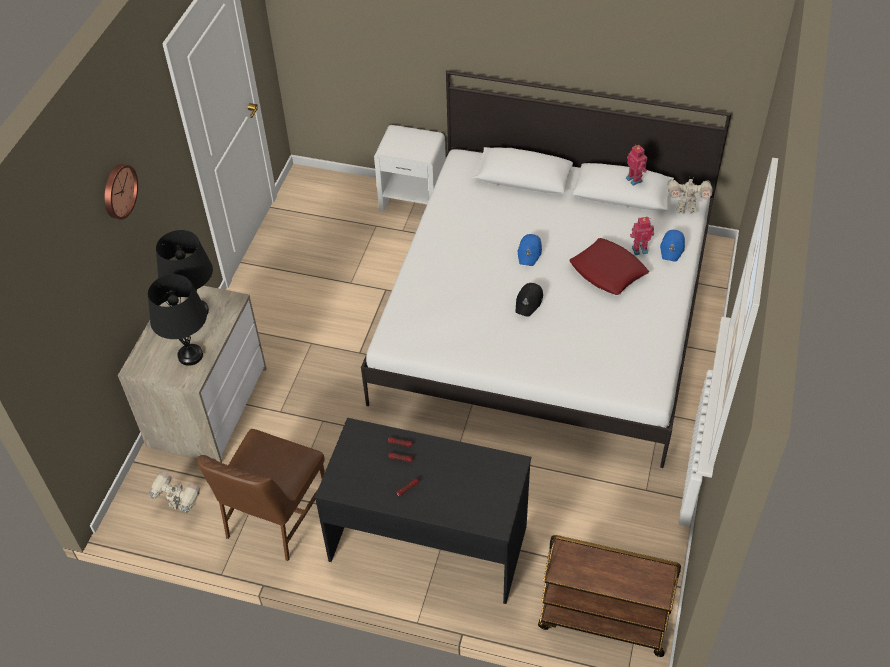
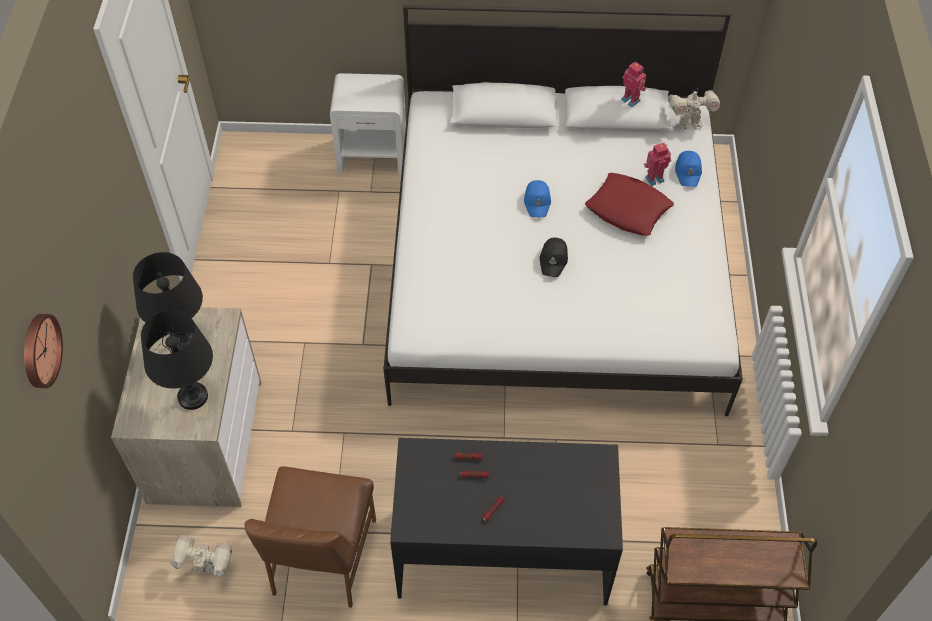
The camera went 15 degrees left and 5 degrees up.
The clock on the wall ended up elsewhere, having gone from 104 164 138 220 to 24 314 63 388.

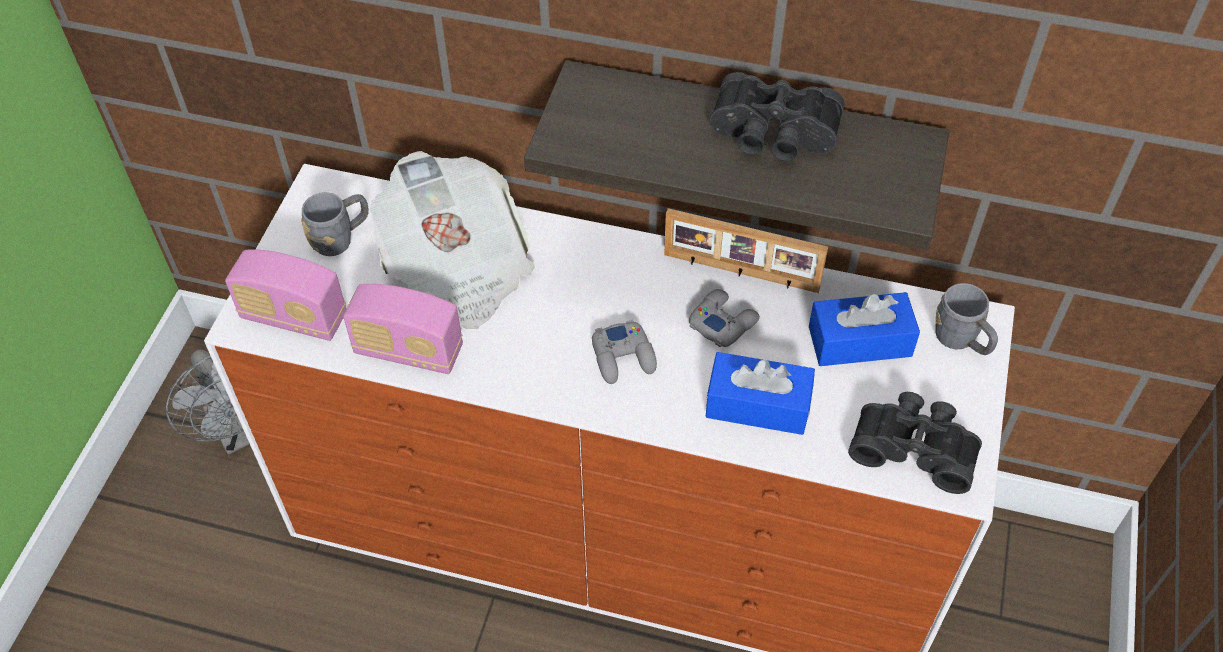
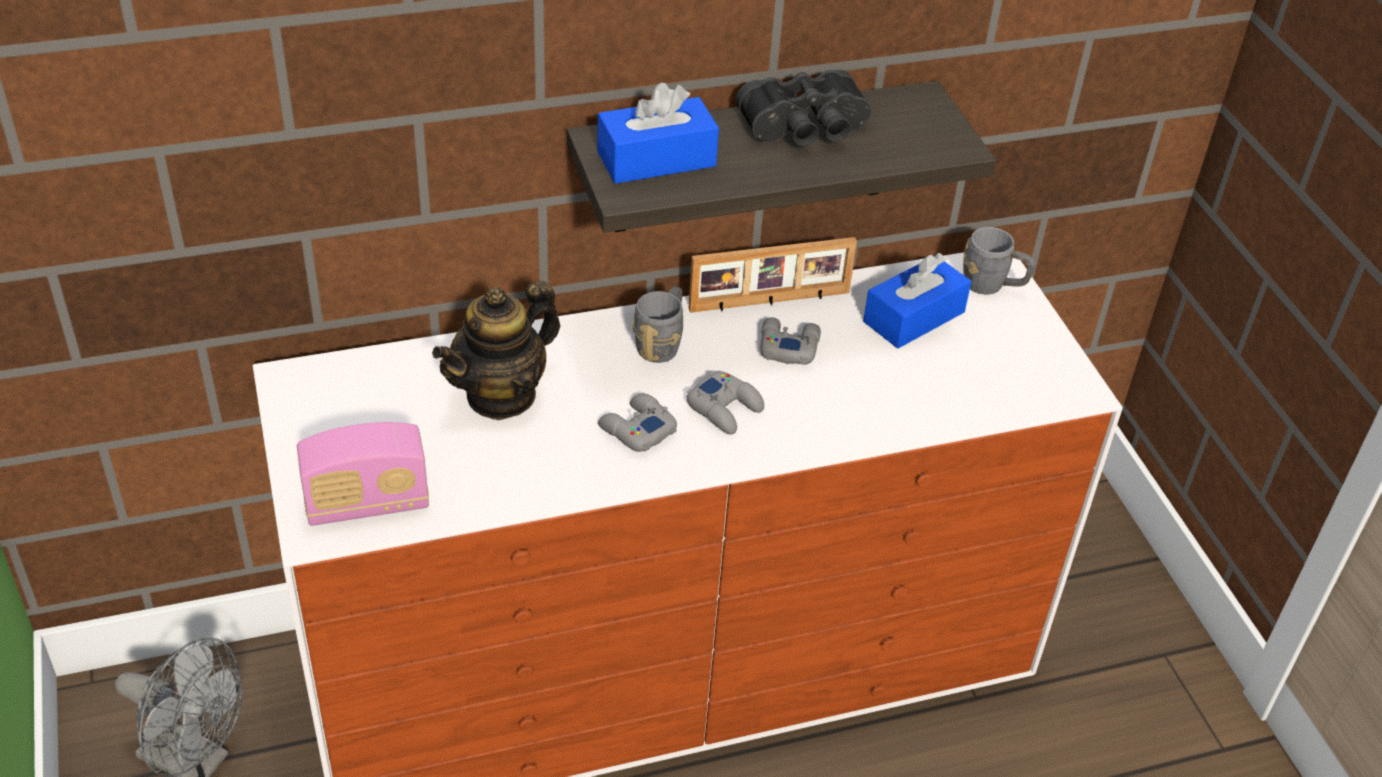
The camera went 35 degrees left and 10 degrees down.
The grey coffee mug ended up elsewhere, having gone from 301 192 369 256 to 632 286 683 363.
The second view lost the radio set at 343 284 463 374.
Where the printed paper stood at 370 151 535 329, the tea pot came to stand at 432 281 560 420.
The blue-coloured tissue holder ended up elsewhere, having gone from 706 352 815 435 to 597 82 719 184.
The second view lost the black-coloured pair of binoculars at 848 392 982 494.
The second view gained the grey gamepad at 598 394 677 452.

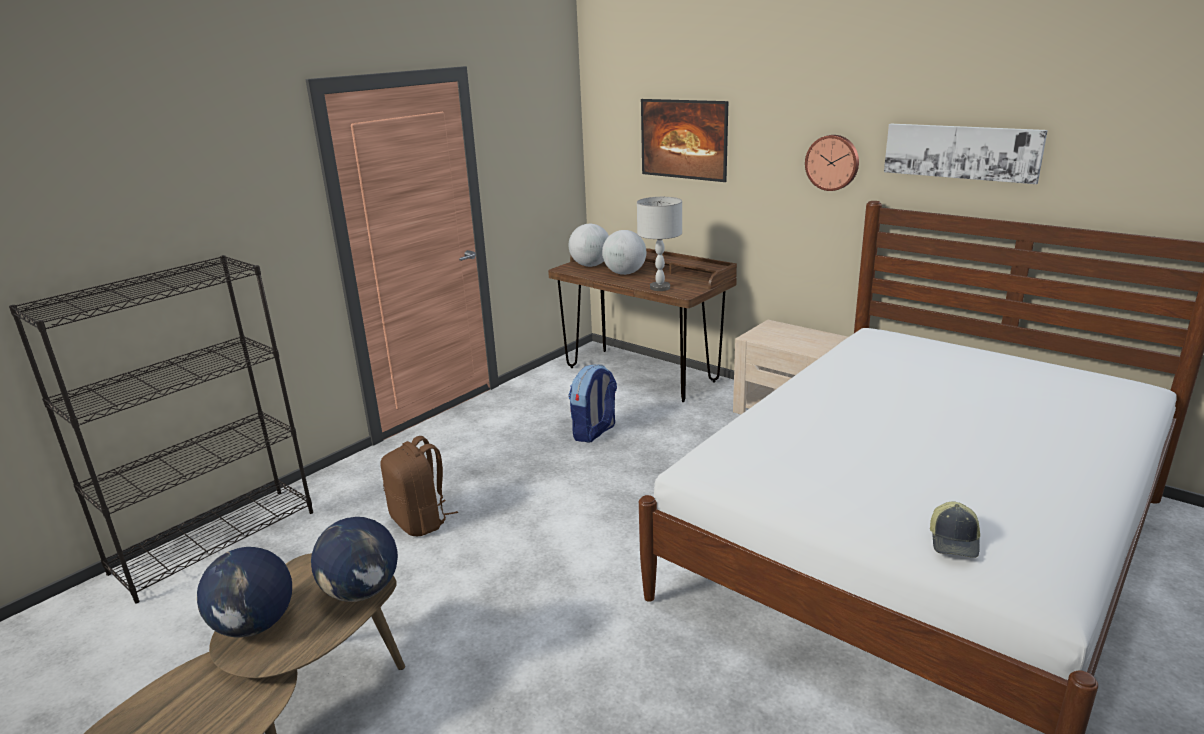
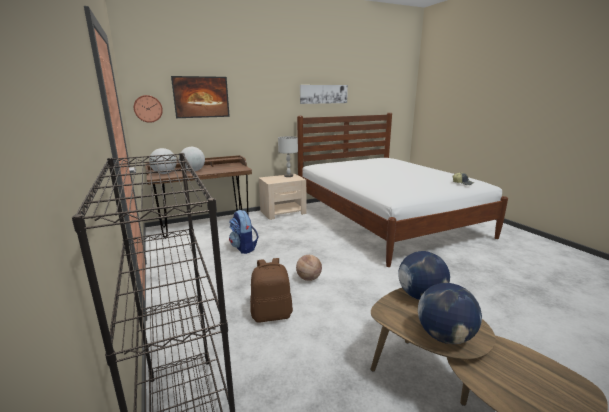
The camera went 65 degrees left and 5 degrees down.
The grey lamp for a table ended up elsewhere, having gone from 637 197 682 291 to 278 136 298 177.
The clock on the wall ended up elsewhere, having gone from 805 135 859 191 to 134 95 163 123.
The second view gained the ball for basketball at 296 255 322 281.

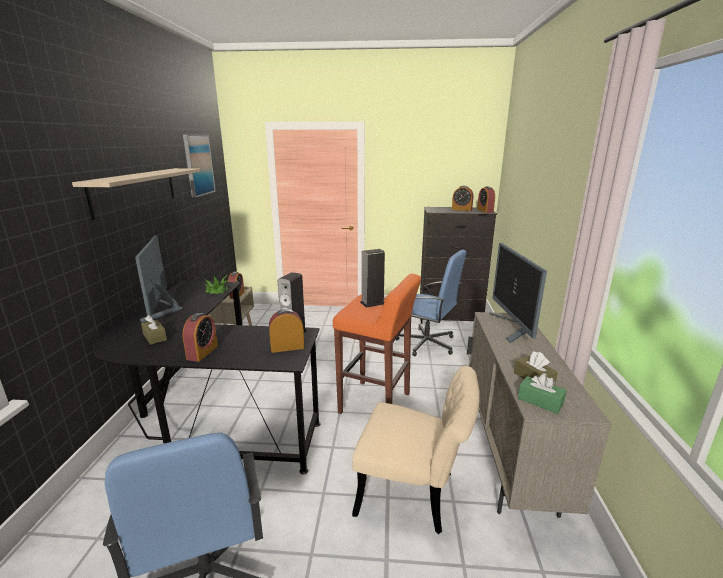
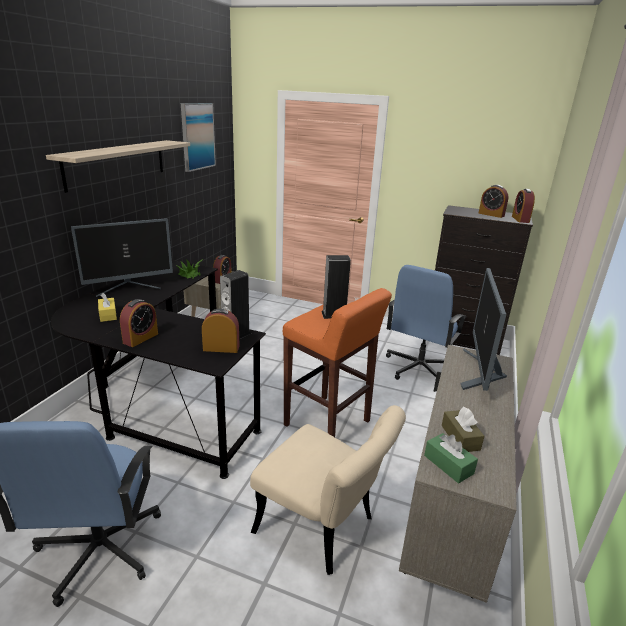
The camera went 15 degrees right and 5 degrees up.
The computer screen at 135 235 183 323 ended up facing another way, 120 degrees counterclockwise from before.
What was the brown-coloured tissue holder at 141 315 167 345 turned into the yellowish tissue holder at 98 293 117 322.
The blue-coloured computer chair at 396 250 466 356 ended up facing another way, 75 degrees clockwise from before.

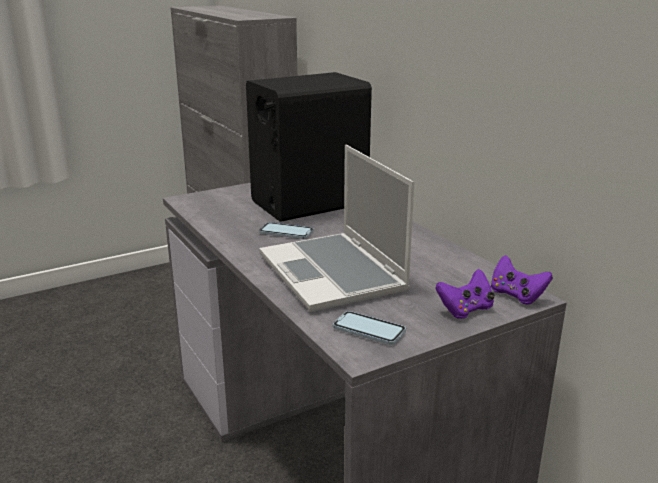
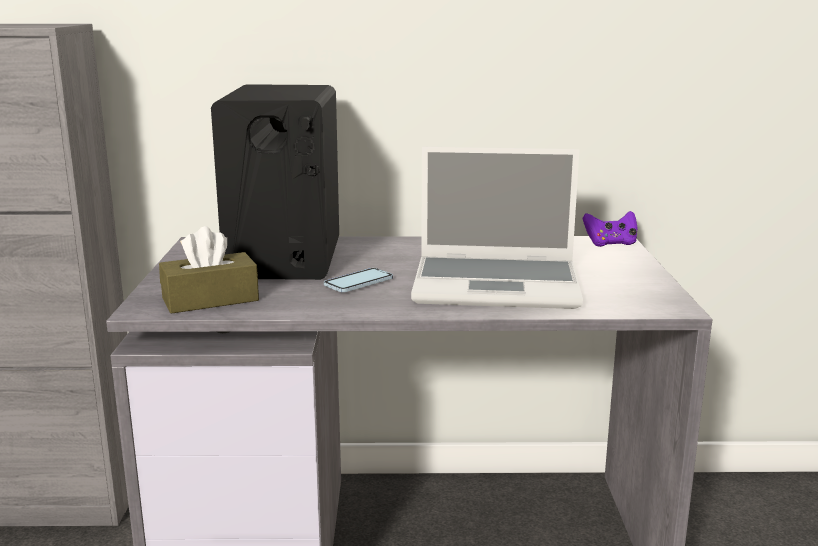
The camera went 60 degrees left and 5 degrees down.
The second view lost the phone at 333 311 406 345.
The second view lost the purplish gamepad at 435 269 494 319.
The second view gained the brown-coloured tissue holder at 159 226 259 314.

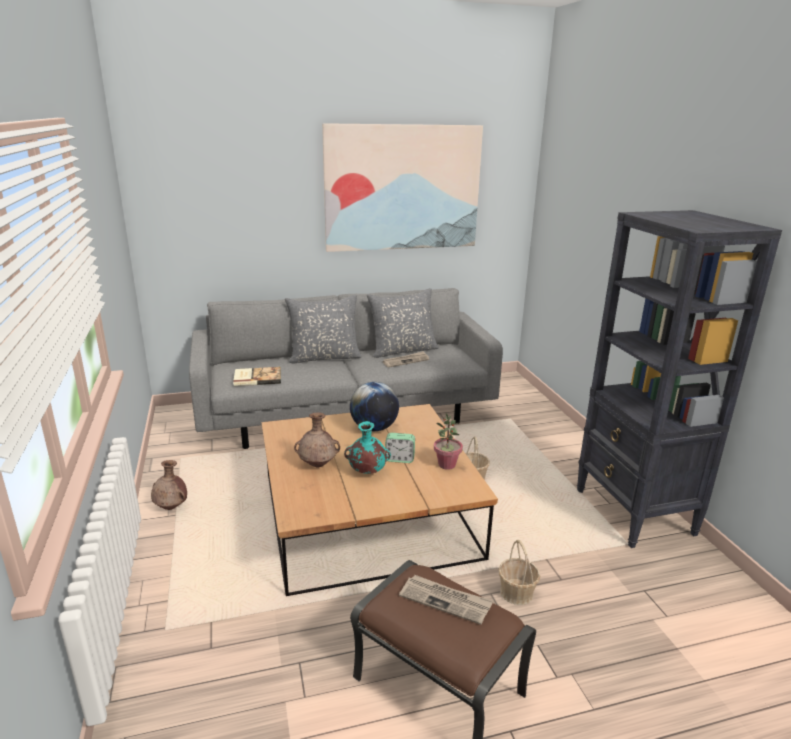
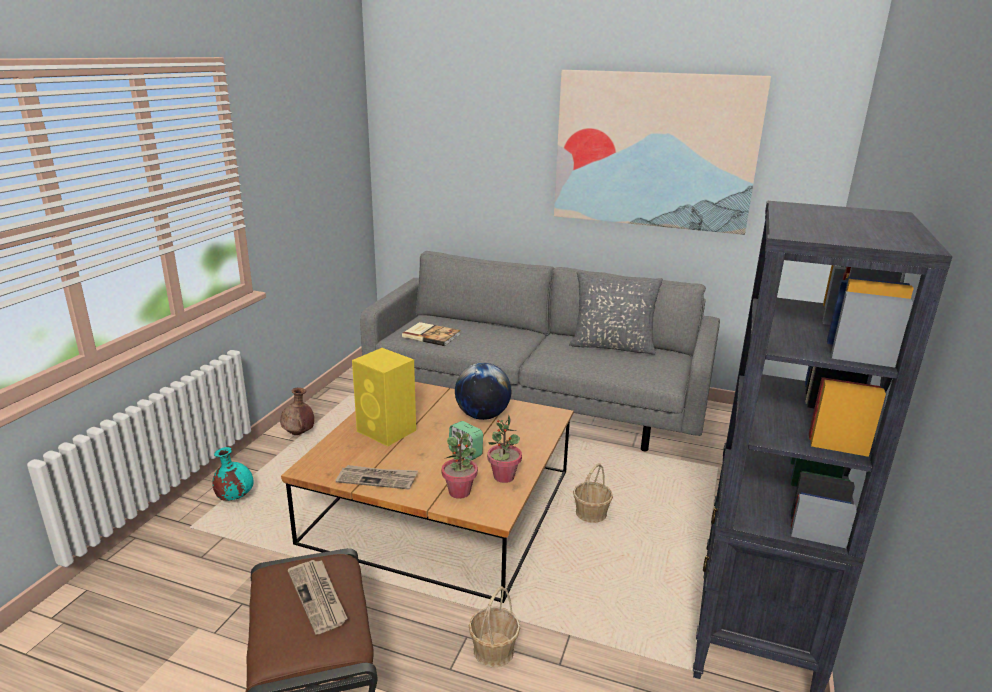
The camera went 35 degrees right and 0 degrees up.
The second view lost the grey throw pillow at 285 295 362 363.
Where the brown-coloured vase stood at 294 412 340 468, the yellowish audio speaker came to stand at 352 348 416 446.
The turquoise-coloured vase ended up elsewhere, having gone from 344 421 391 474 to 212 447 254 501.
The printed paper ended up elsewhere, having gone from 383 351 429 367 to 336 465 418 490.
The second view gained the plant in a pot at 442 432 478 499.

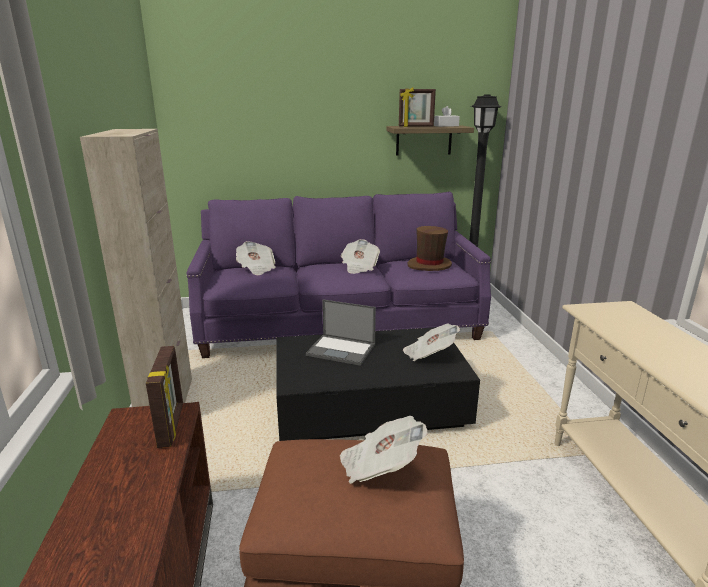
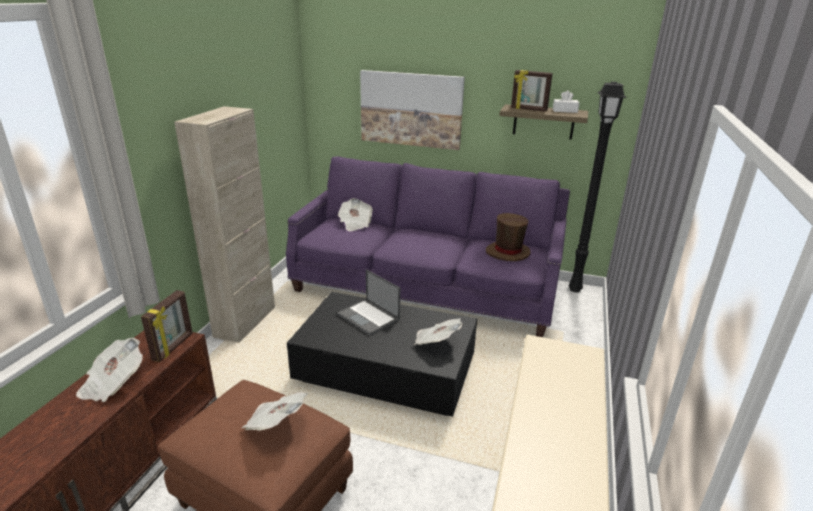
The camera went 25 degrees right and 5 degrees up.
The printed paper ended up elsewhere, having gone from 341 239 380 274 to 76 338 143 402.
The second view gained the wall picture at 360 70 465 150.

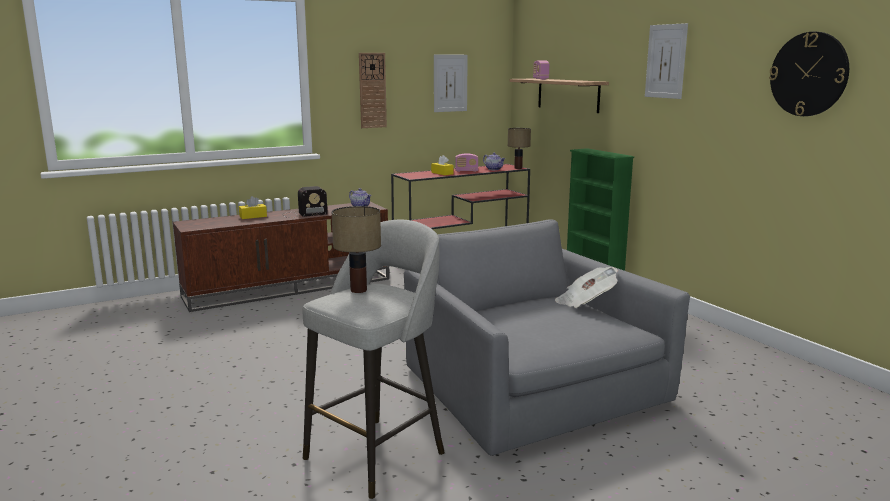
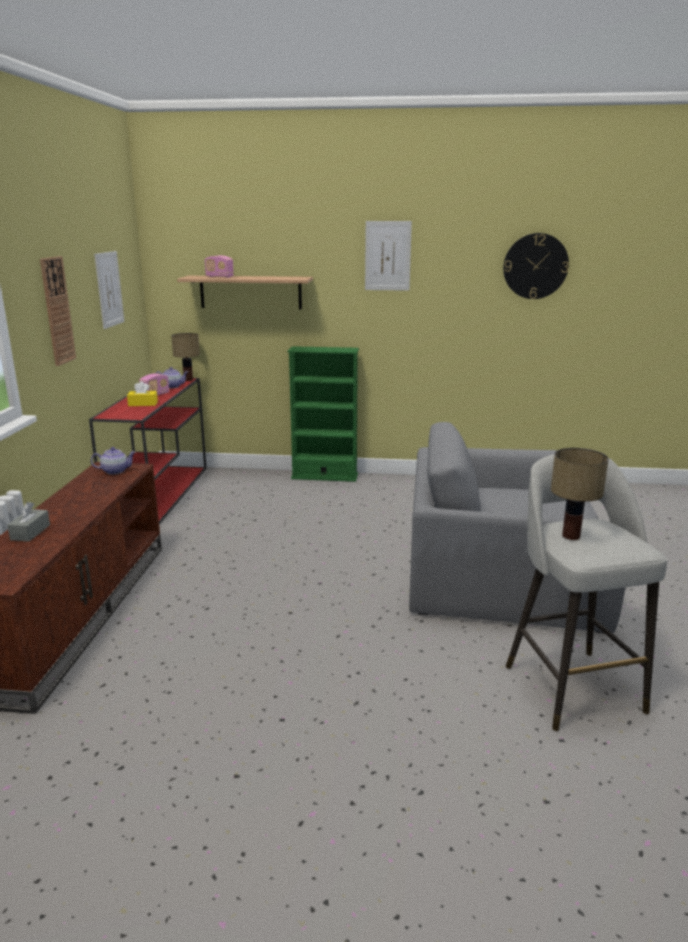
The camera went 55 degrees left and 5 degrees up.
What was the yellowish tissue holder at 239 196 267 219 turned into the grey tissue holder at 7 502 50 542.
The second view lost the radio set at 283 186 328 218.
The second view lost the printed paper at 555 267 618 308.

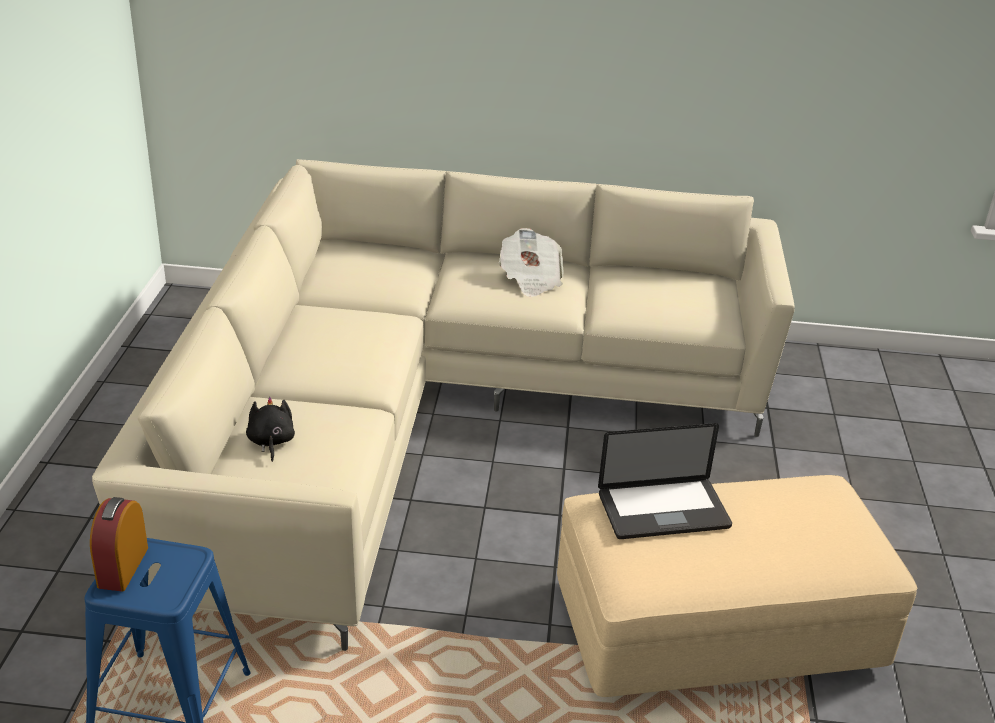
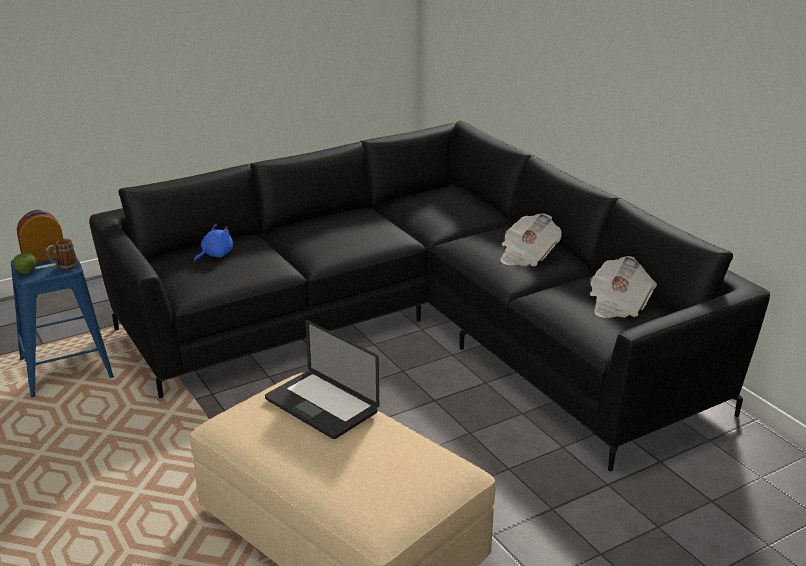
The camera went 55 degrees right and 5 degrees down.
What was the beige couch at 92 159 795 651 turned into the black-coloured couch at 89 121 770 471.
What was the black-coloured soft toy at 246 397 295 462 turned into the blue-coloured soft toy at 194 224 233 262.
The second view gained the apple fruit at 13 253 36 274.
The second view gained the coffee mug at 46 239 78 270.
The second view gained the printed paper at 590 256 657 318.

